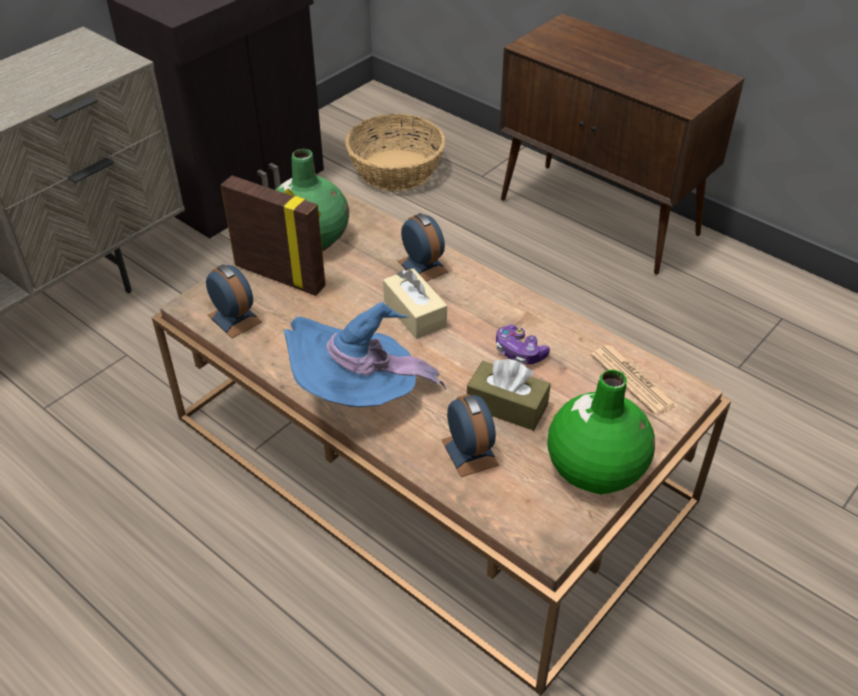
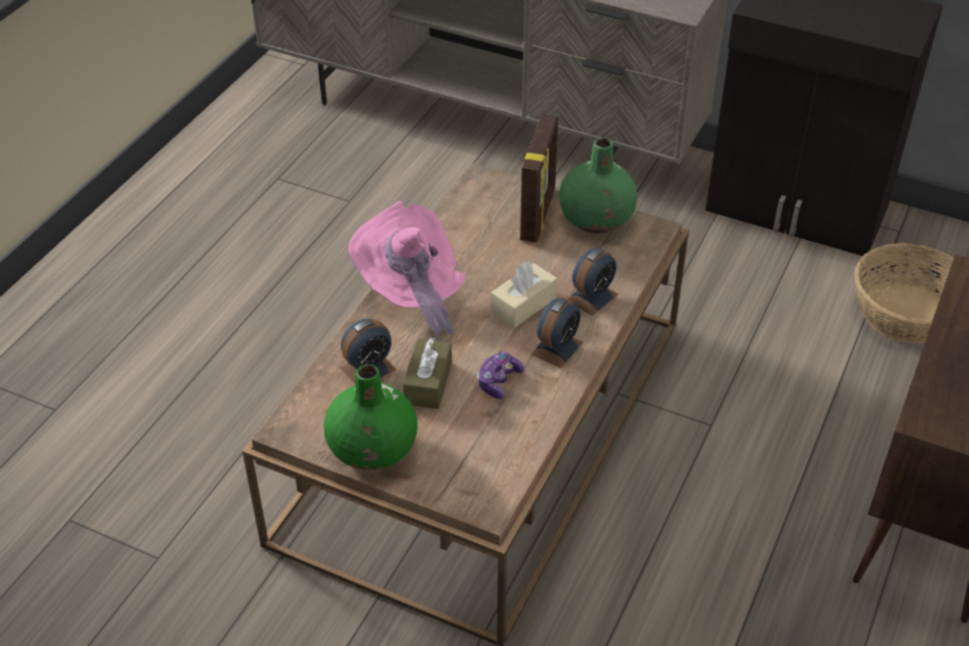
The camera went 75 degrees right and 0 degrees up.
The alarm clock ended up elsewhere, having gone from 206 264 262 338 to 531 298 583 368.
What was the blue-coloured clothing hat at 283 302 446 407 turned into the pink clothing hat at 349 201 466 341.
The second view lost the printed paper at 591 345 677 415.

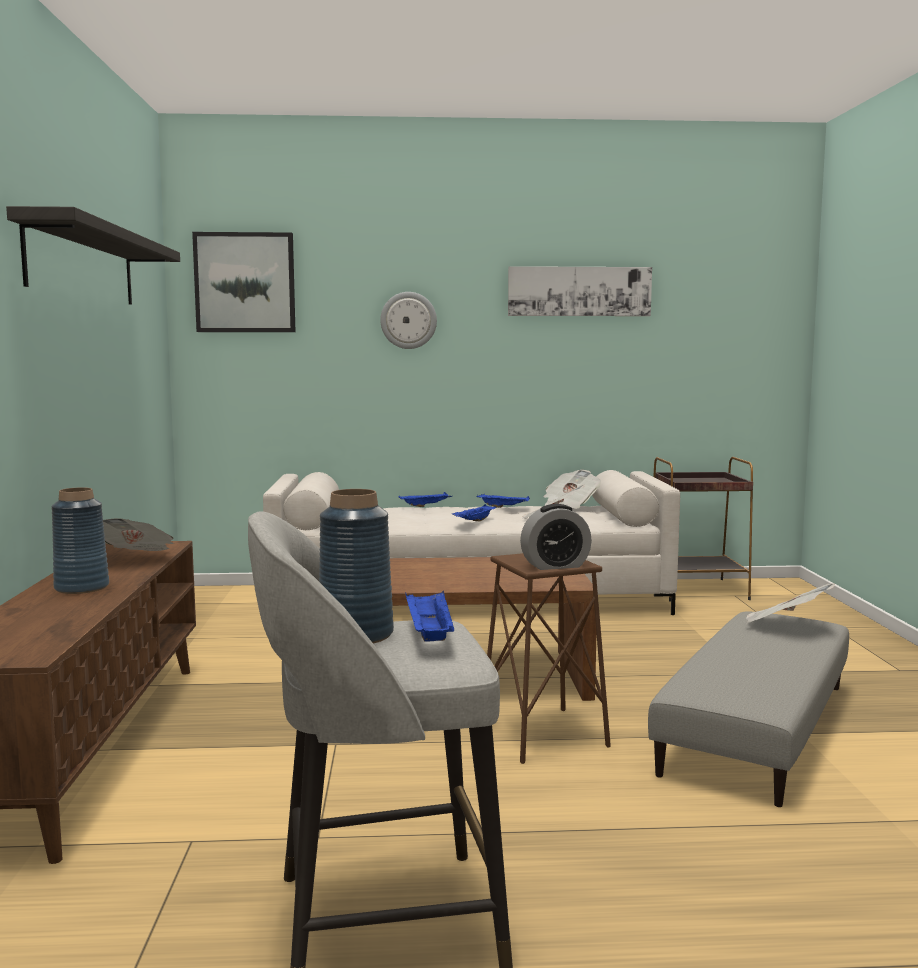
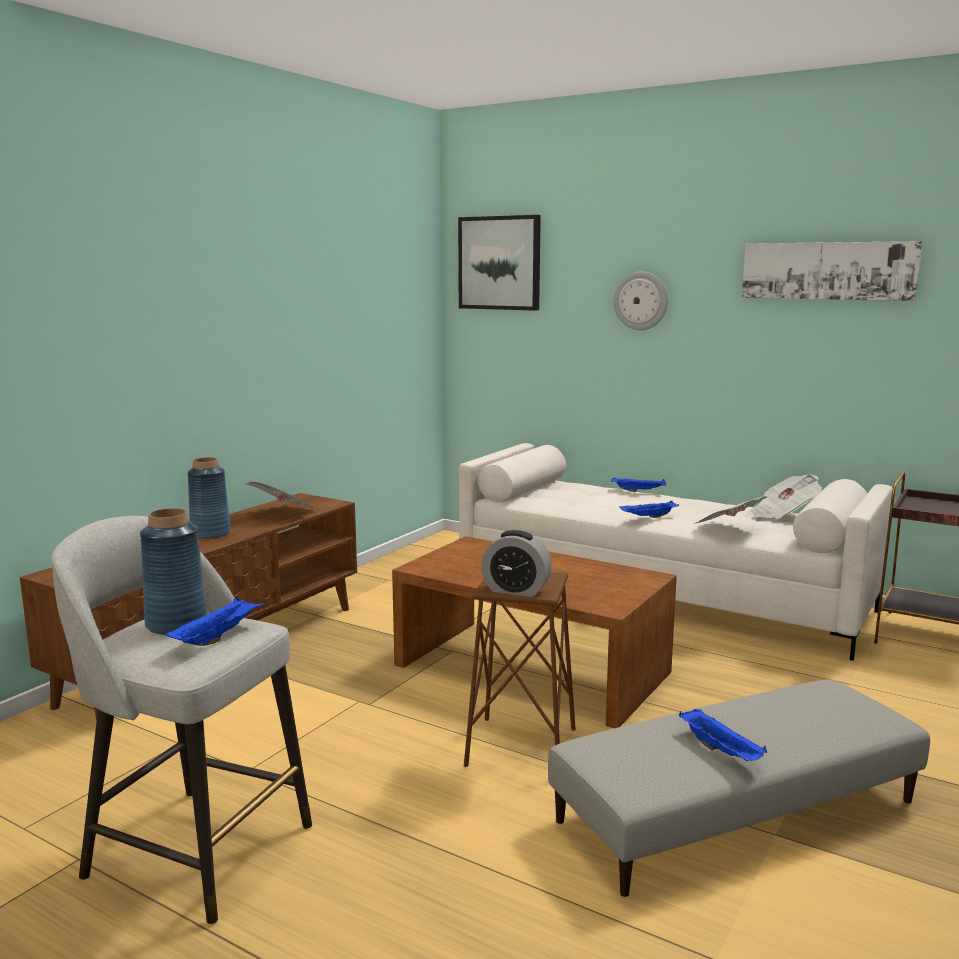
The camera went 35 degrees right and 5 degrees up.
The second view lost the shelf at 6 206 180 305.
The blue-coloured serving tray ended up elsewhere, having gone from 477 494 530 508 to 679 709 767 761.
The second view lost the printed paper at 746 583 835 623.

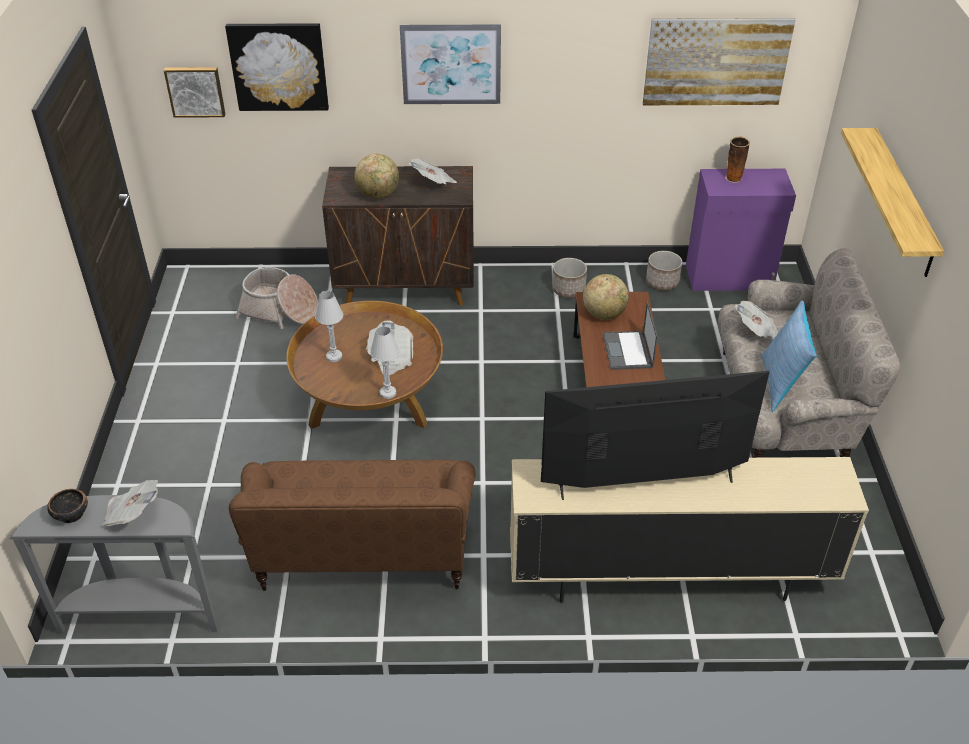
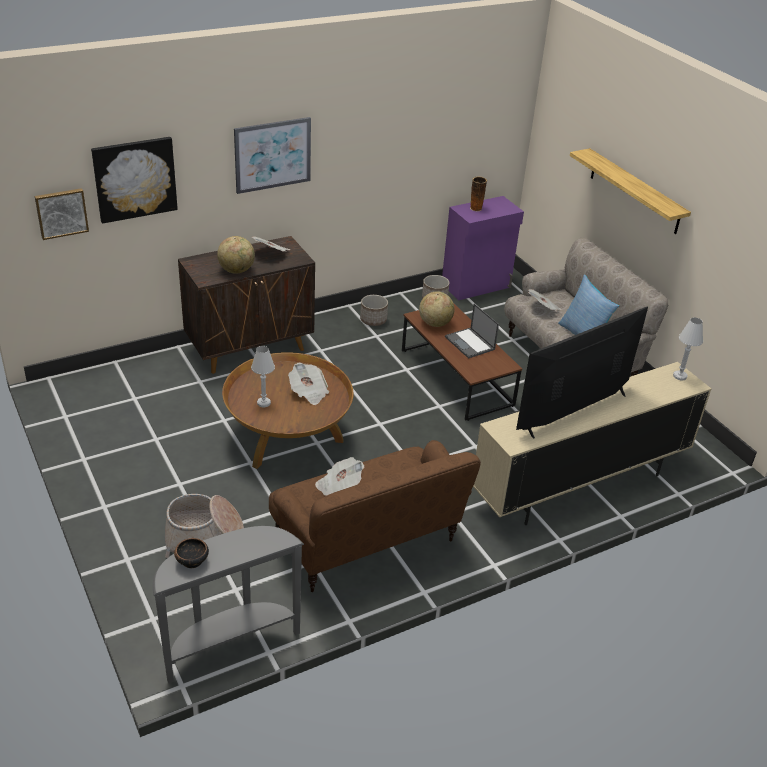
The camera went 30 degrees left and 5 degrees down.
The printed paper ended up elsewhere, having gone from 102 480 158 526 to 315 457 364 495.
The storage basket ended up elsewhere, having gone from 236 267 318 329 to 165 494 244 558.
The white-coloured lamp for a table ended up elsewhere, having gone from 370 326 399 399 to 673 317 703 381.
The second view lost the wall picture at 643 18 795 105.

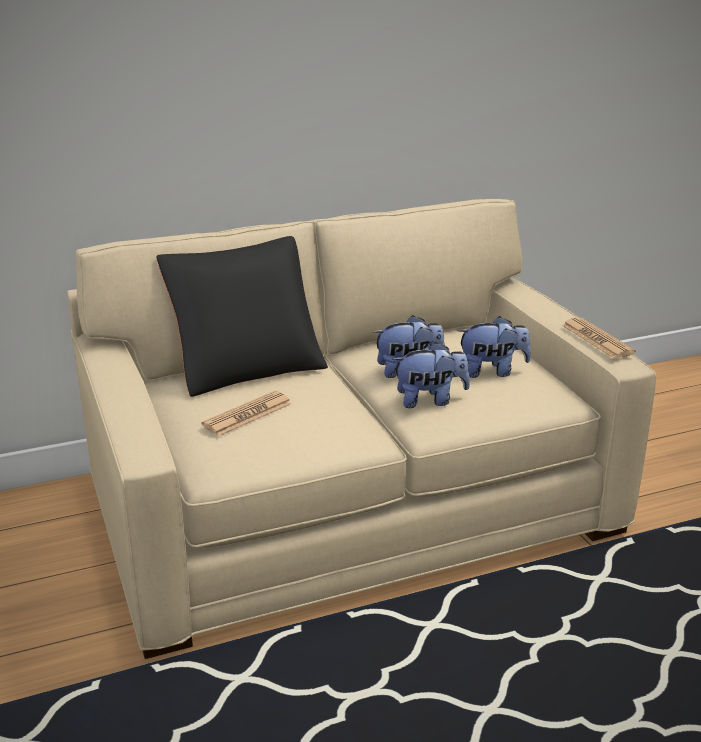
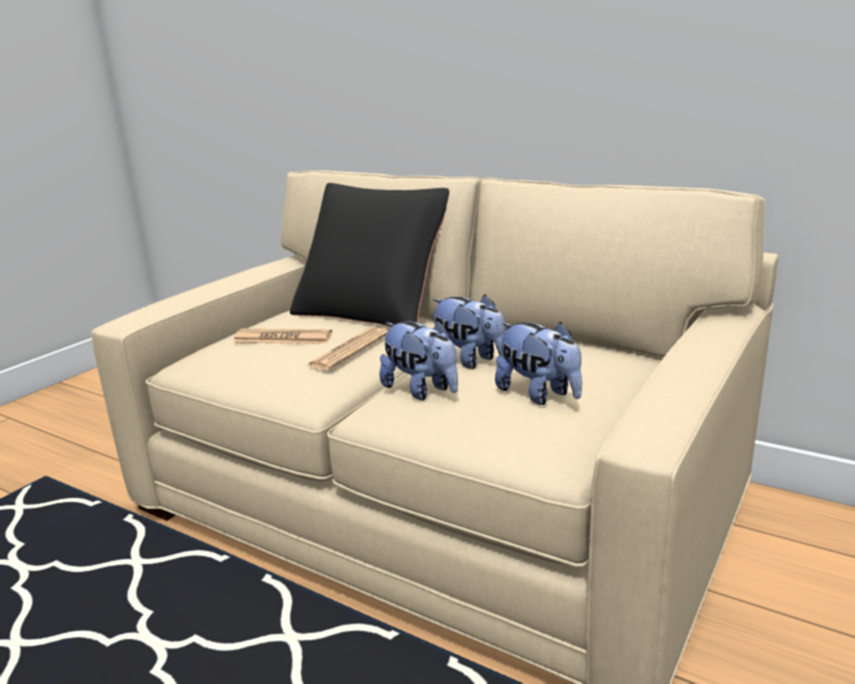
The camera went 55 degrees right and 5 degrees down.
The printed paper ended up elsewhere, having gone from 562 317 636 358 to 306 328 388 370.

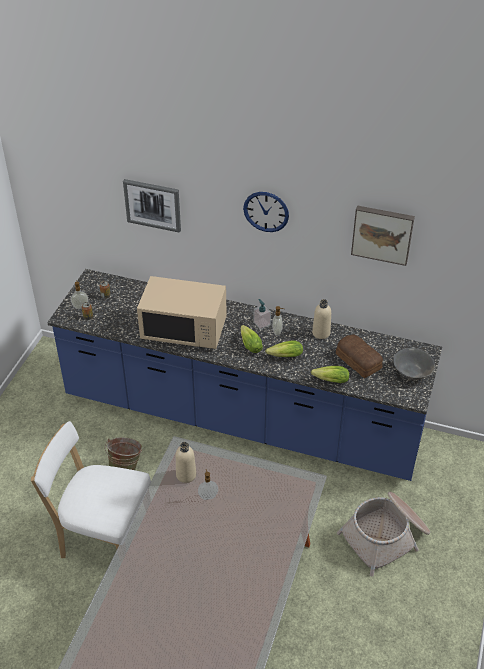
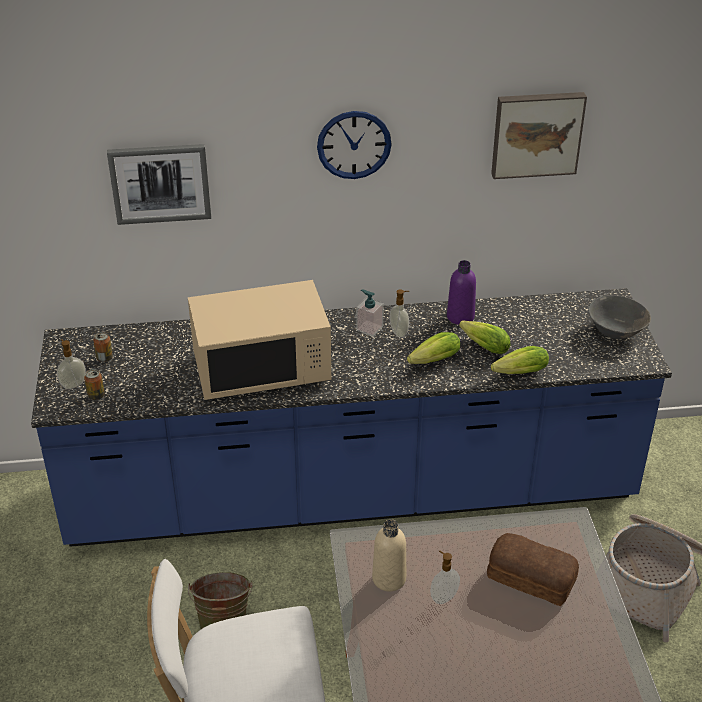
The camera went 25 degrees left and 5 degrees down.
The head of lettuce ended up elsewhere, having gone from 241 325 263 353 to 459 320 511 354.
What was the beige beverage bottle at 312 299 331 339 turned into the purplish beverage bottle at 447 260 476 325.
The bread ended up elsewhere, having gone from 336 334 383 378 to 487 533 579 606.

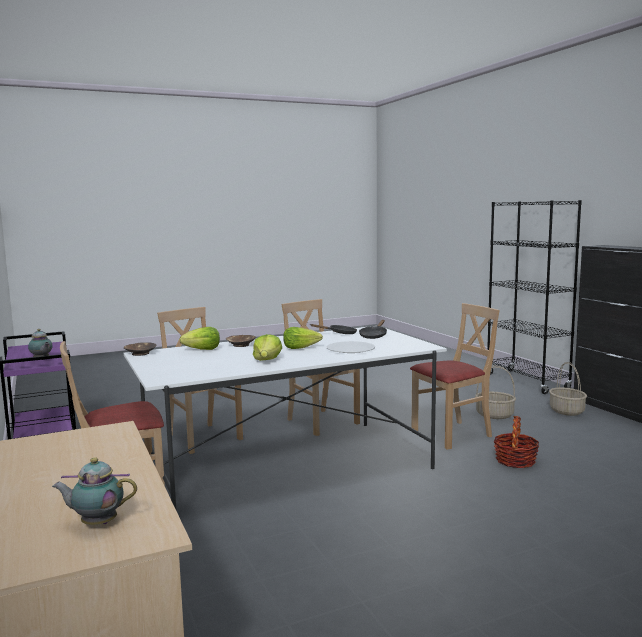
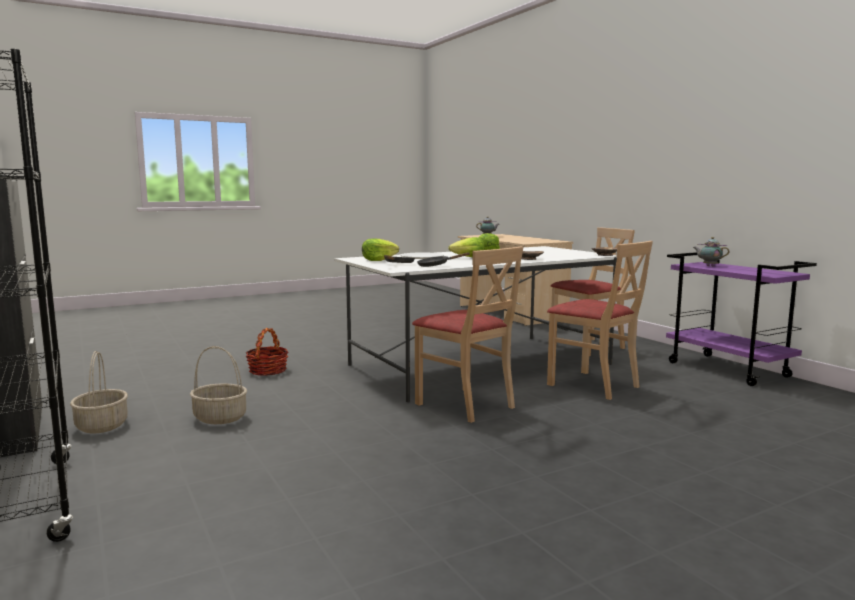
The camera went 175 degrees right and 0 degrees up.
The head of lettuce ended up elsewhere, having gone from 180 327 220 350 to 362 239 399 261.
The second view lost the beige upright chair at 410 303 500 450.

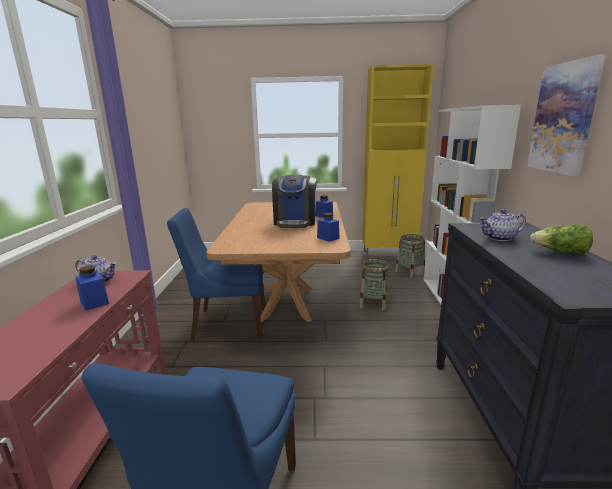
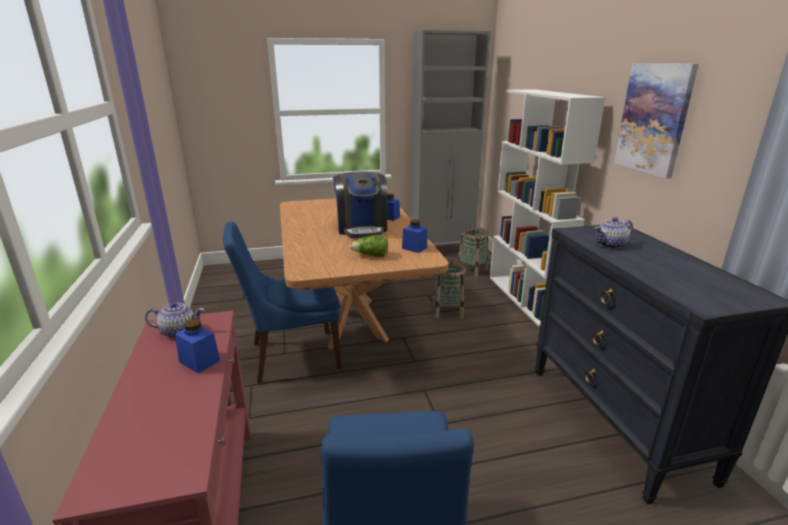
The camera went 15 degrees left and 5 degrees up.
What was the yellowish cupboard at 362 64 434 258 turned into the grey cupboard at 411 30 490 244.
The head of lettuce ended up elsewhere, having gone from 530 224 593 254 to 349 235 388 257.

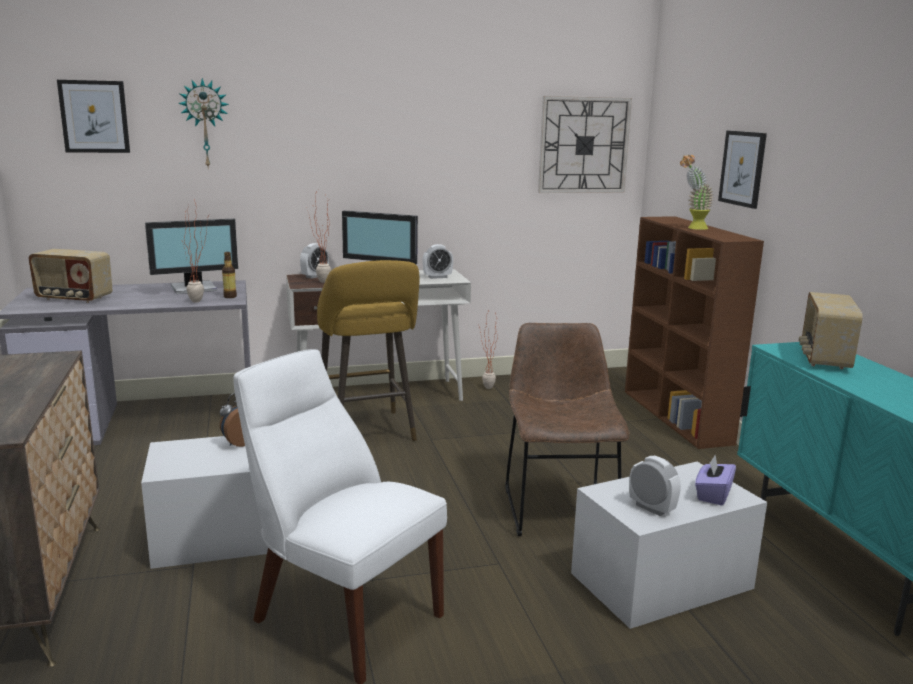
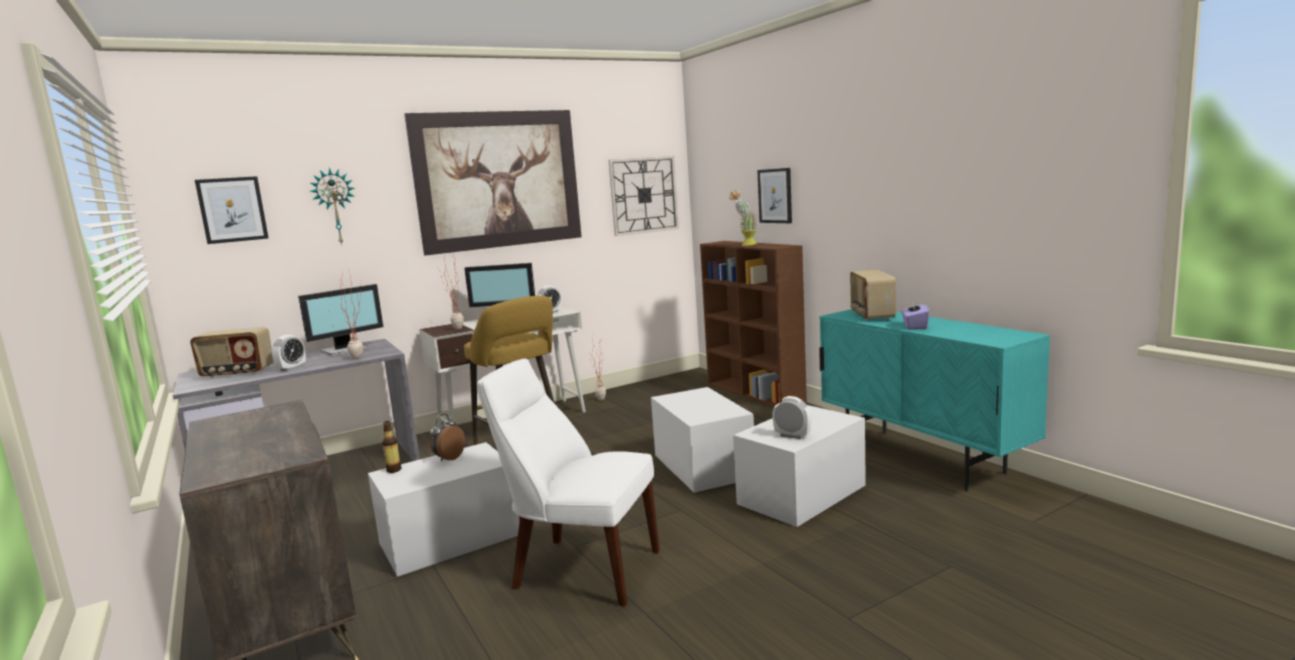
The camera went 15 degrees left and 5 degrees down.
The beverage bottle ended up elsewhere, having gone from 222 252 237 298 to 382 421 401 473.
The alarm clock ended up elsewhere, having gone from 300 243 329 279 to 272 335 306 371.
Where the brown-coloured upright chair stood at 505 323 630 536, the white-coloured storage container came to stand at 651 387 754 493.
The purplish tissue holder ended up elsewhere, having gone from 695 455 736 506 to 901 301 930 330.
The second view gained the wall picture at 404 110 582 256.

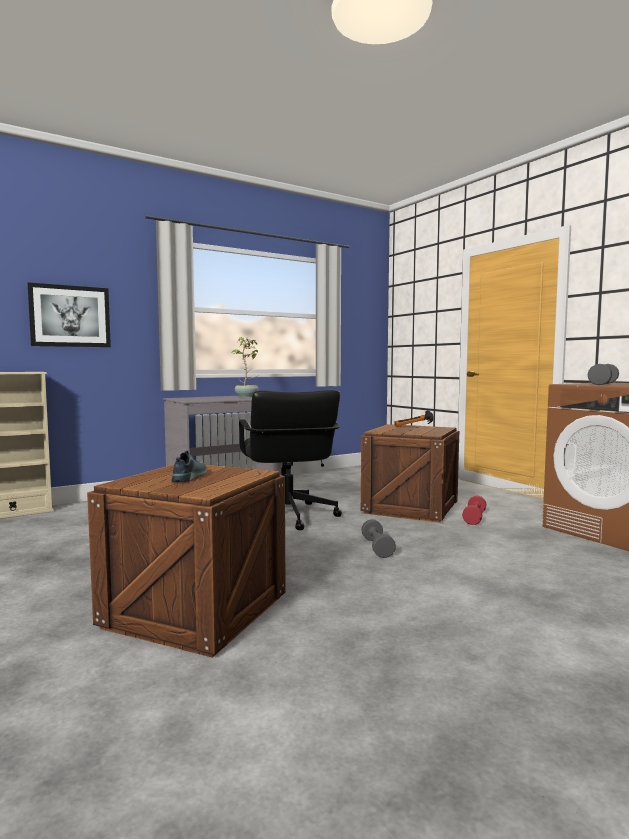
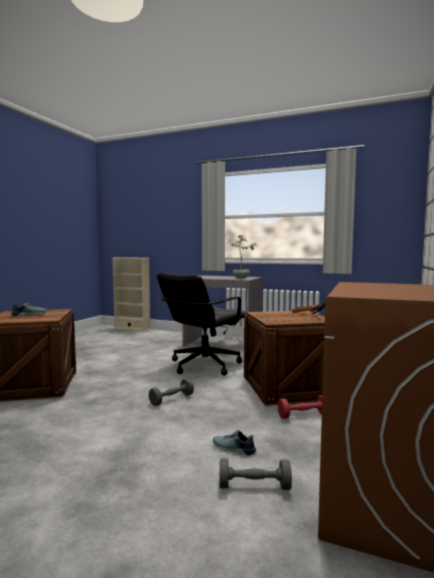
The camera went 55 degrees right and 0 degrees up.
The second view lost the wall picture at 28 282 111 347.
The grey free weight ended up elsewhere, having gone from 587 364 619 385 to 220 458 292 490.
The second view gained the item of footwear at 213 429 256 456.

